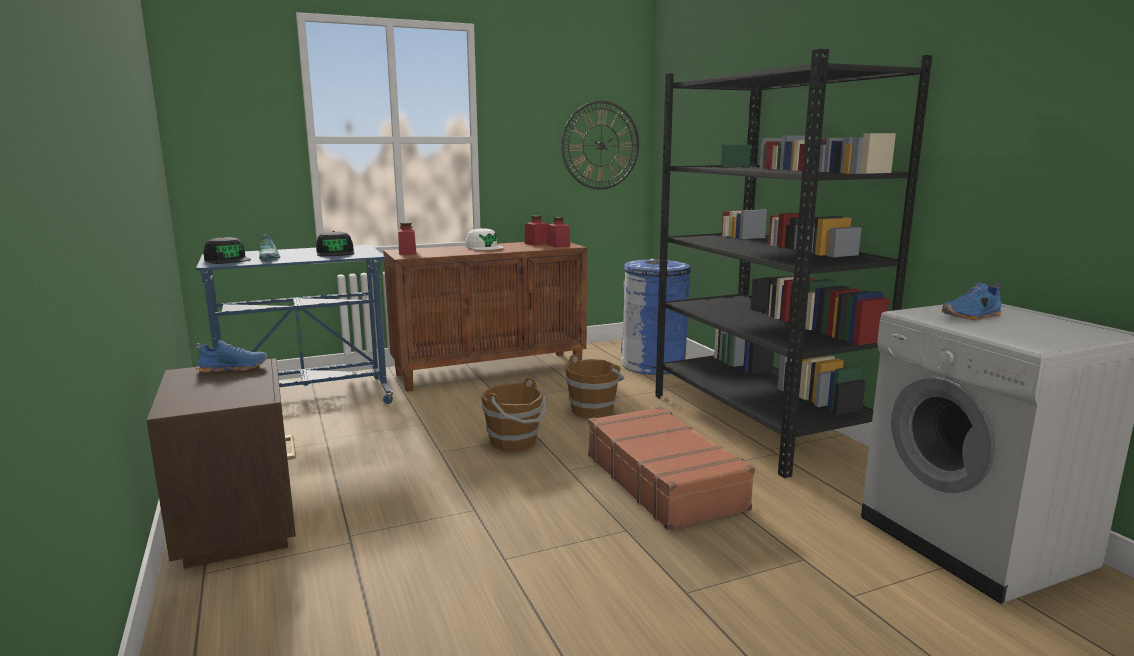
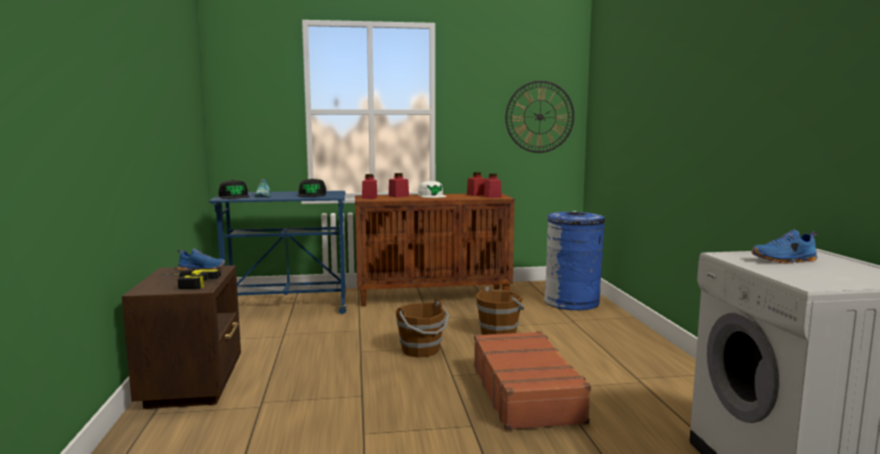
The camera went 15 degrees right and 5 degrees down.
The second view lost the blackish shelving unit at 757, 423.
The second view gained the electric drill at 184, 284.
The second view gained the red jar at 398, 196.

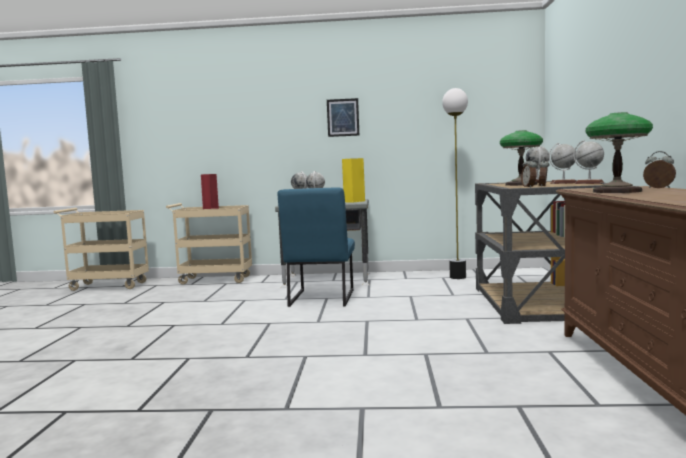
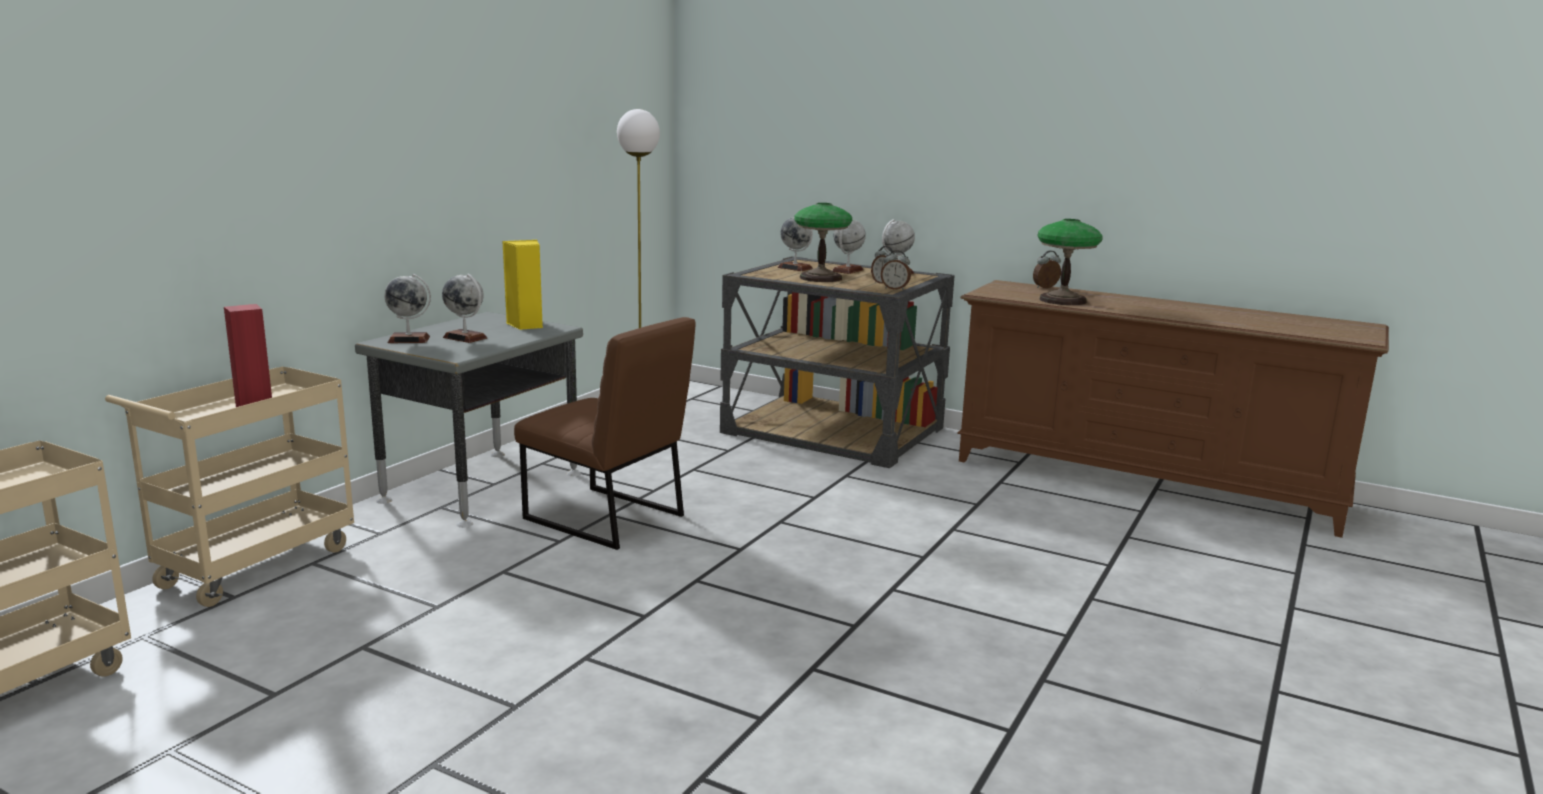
The camera went 65 degrees left and 10 degrees up.
What was the blue upright chair at 321, 298 turned into the brown-coloured upright chair at 607, 518.
The second view lost the picture at 343, 117.

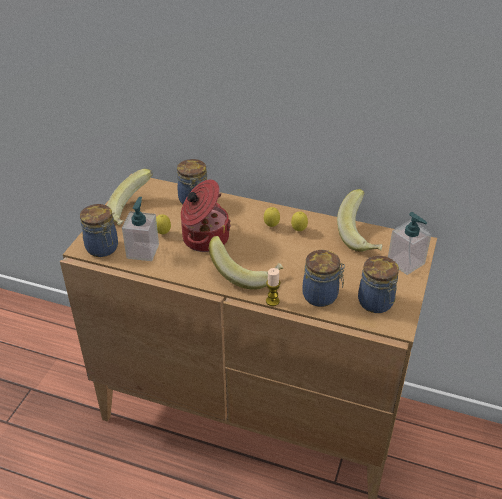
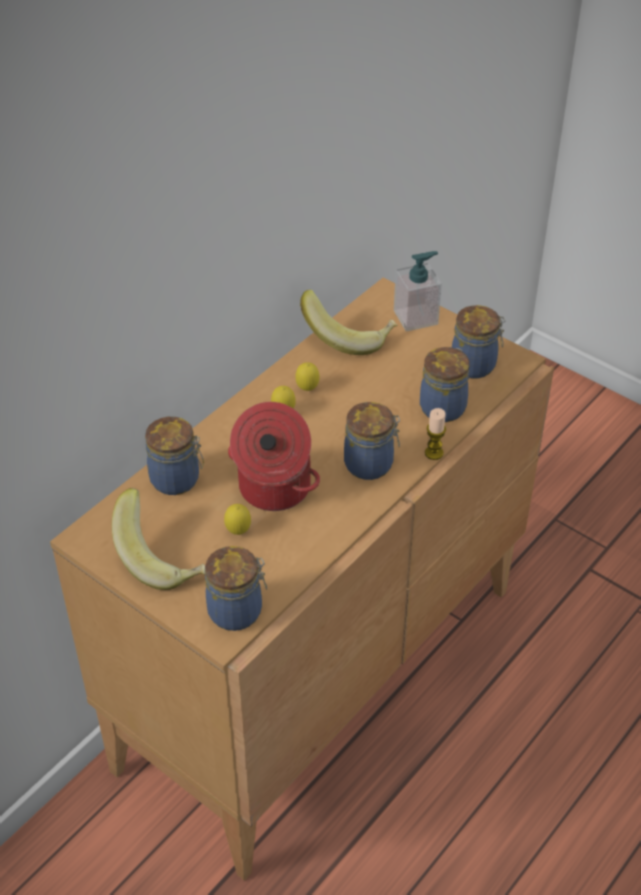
The camera went 70 degrees left and 5 degrees up.
The second view lost the soap dispenser at 143, 251.
Where the whole banana stood at 246, 274, the jar came to stand at 371, 464.

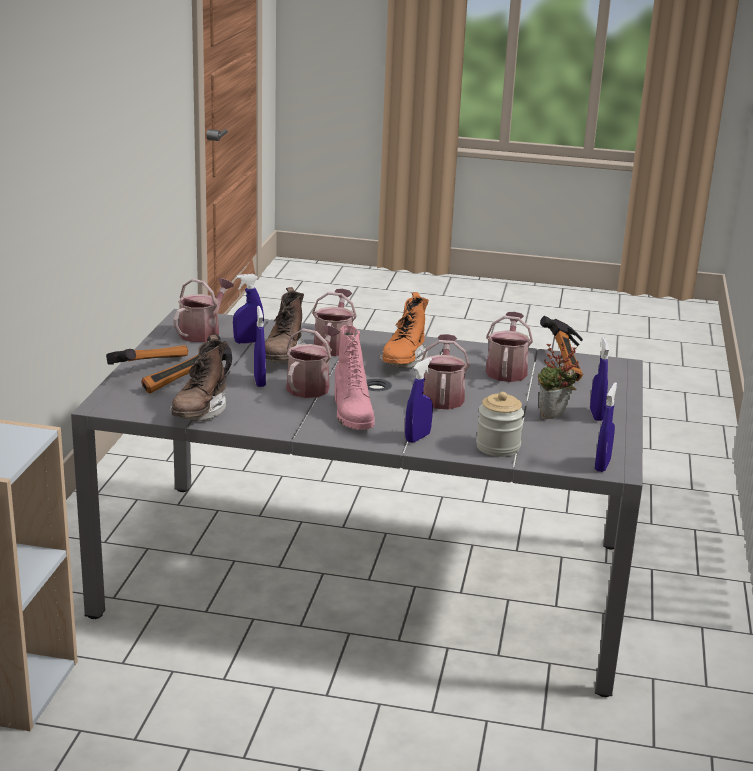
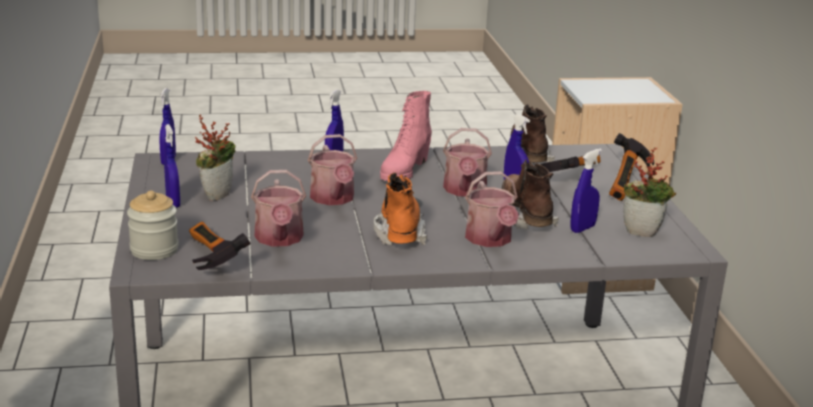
The camera went 160 degrees right and 0 degrees up.
Where the watering can stood at 203, 332, the plant in a pot came to stand at 643, 232.
The pink-coloured high-top boot at 351, 414 ended up facing another way, 120 degrees counterclockwise from before.
The jar ended up elsewhere, having gone from 498, 447 to 154, 250.

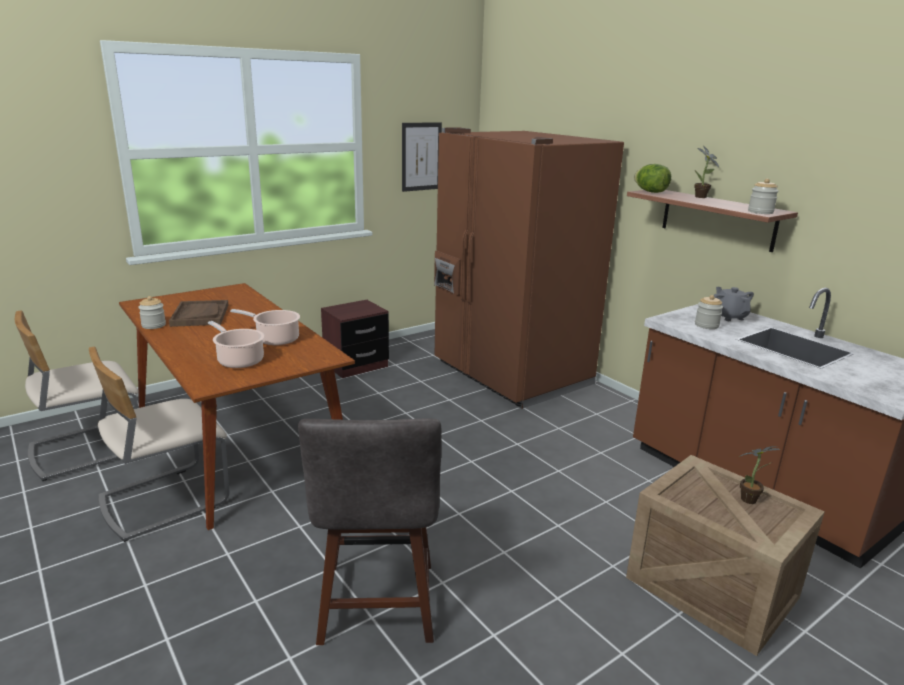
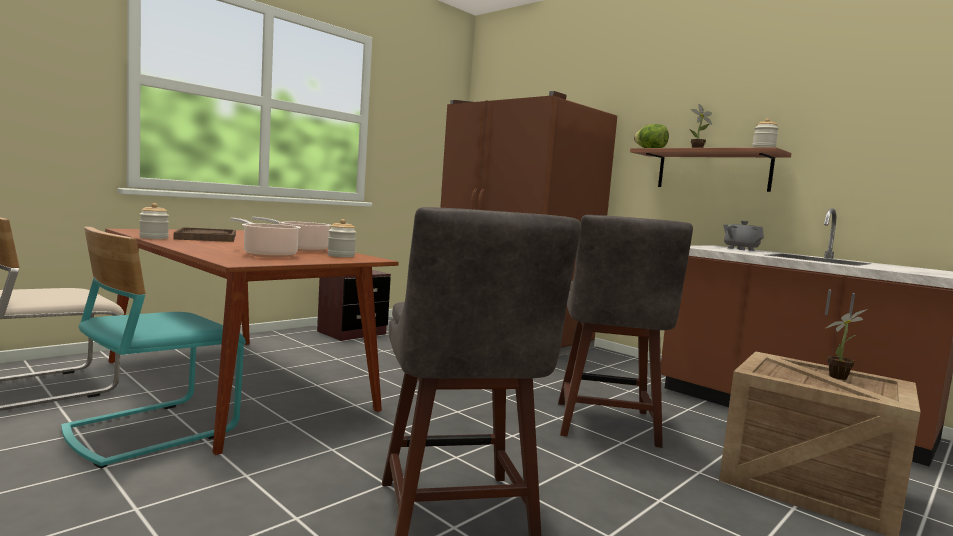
The camera went 10 degrees left and 15 degrees down.
What was the beige-coloured upright chair at 164, 500 turned into the turquoise-coloured upright chair at 151, 430.
The second view lost the picture at 421, 156.
The jar ended up elsewhere, having gone from 706, 325 to 341, 256.
The second view gained the greyish stool at 606, 425.

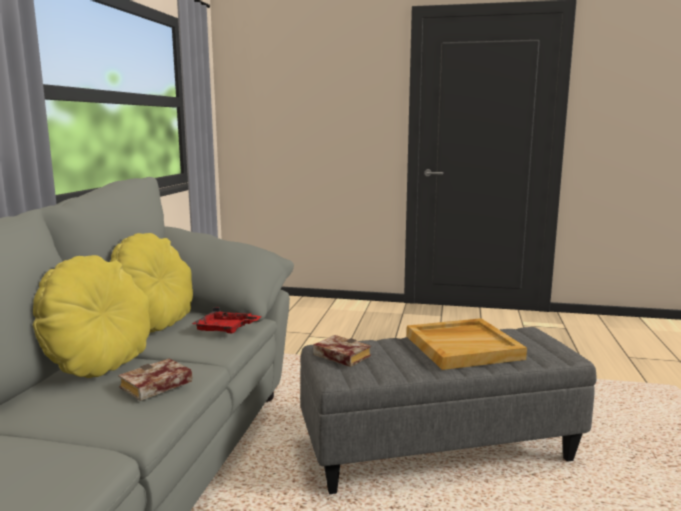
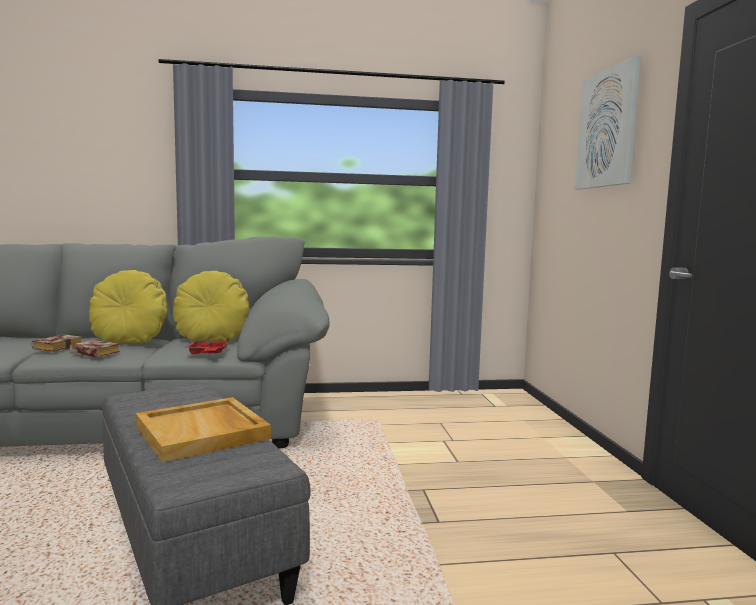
The camera went 70 degrees right and 5 degrees down.
The bound book ended up elsewhere, having gone from 339, 356 to 58, 347.
The second view gained the picture at 607, 129.

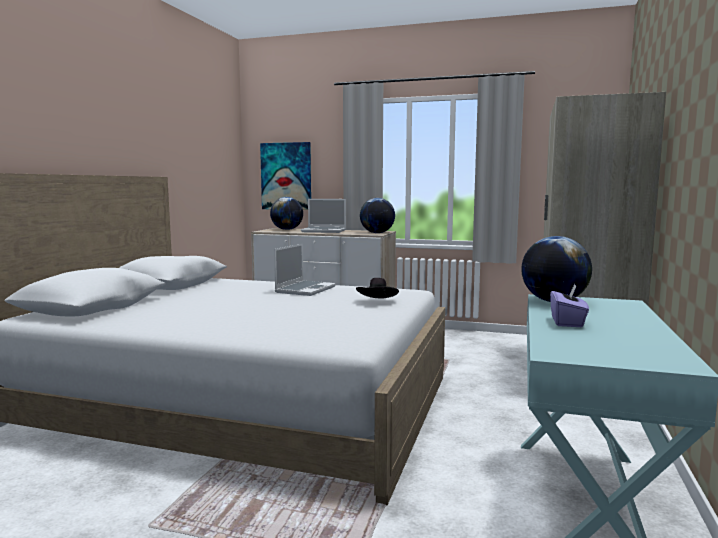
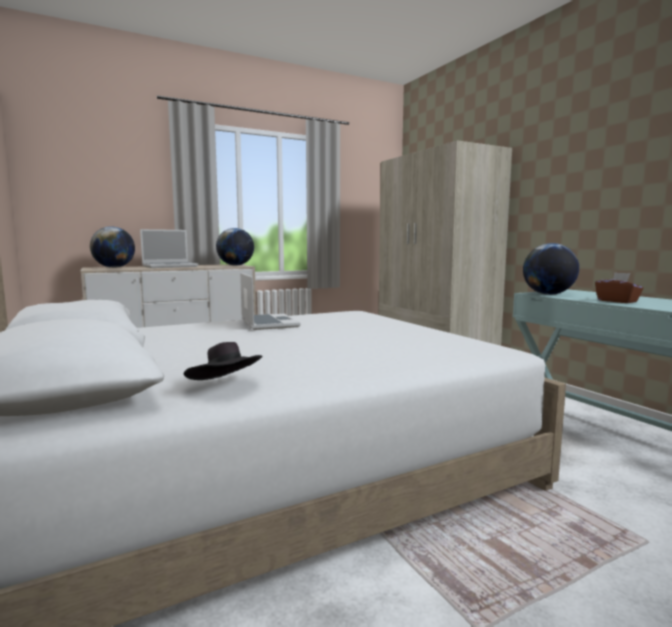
The camera went 45 degrees left and 0 degrees up.
The second view lost the picture at 286, 176.
The blackish clothing hat ended up elsewhere, having gone from 377, 302 to 226, 386.
What was the purplish box of tissues at 567, 322 turned into the brown-coloured box of tissues at 617, 301.

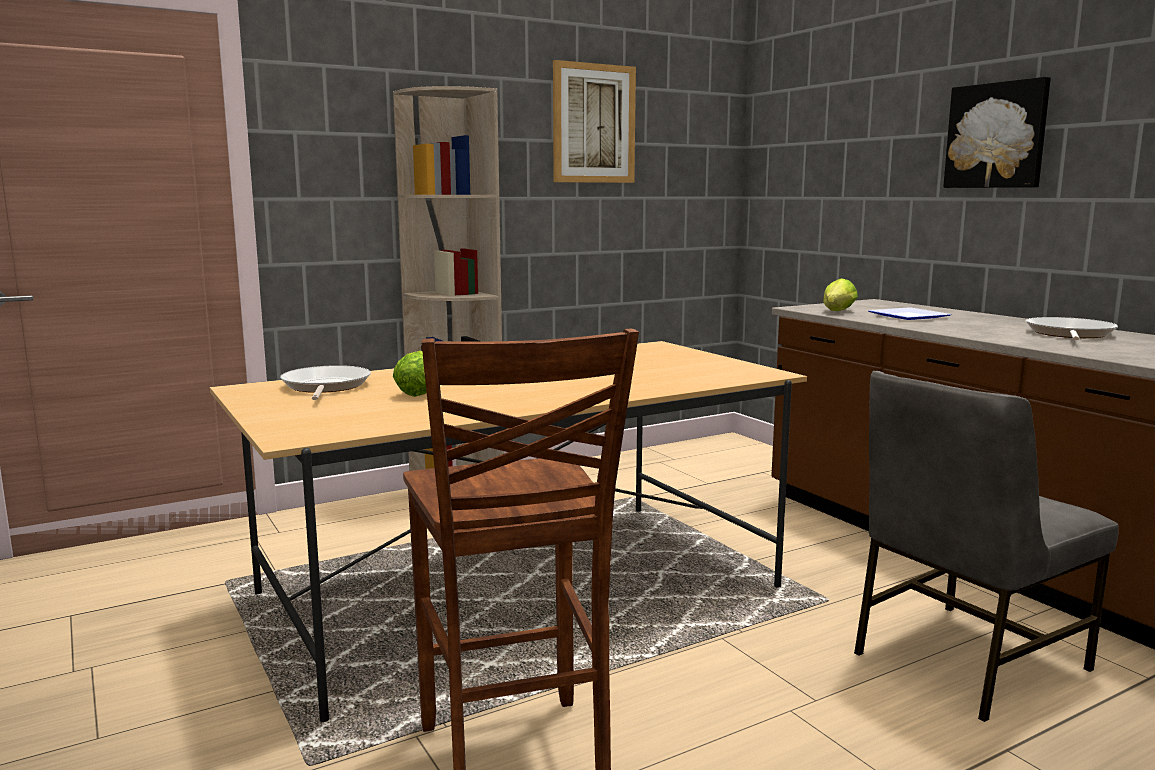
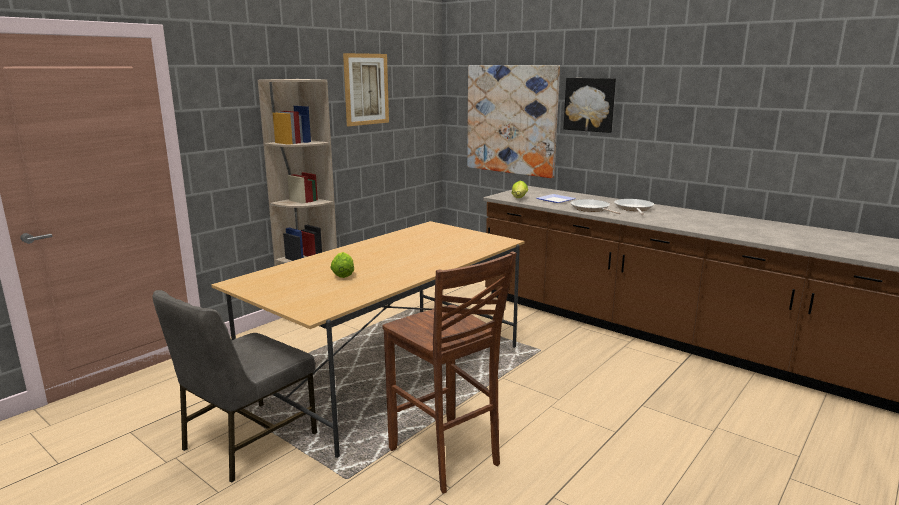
The camera went 20 degrees left and 5 degrees up.
The pan ended up elsewhere, having gone from 325, 387 to 591, 209.
The greyish upright chair ended up elsewhere, having gone from 964, 660 to 247, 441.
The second view gained the picture at 511, 120.

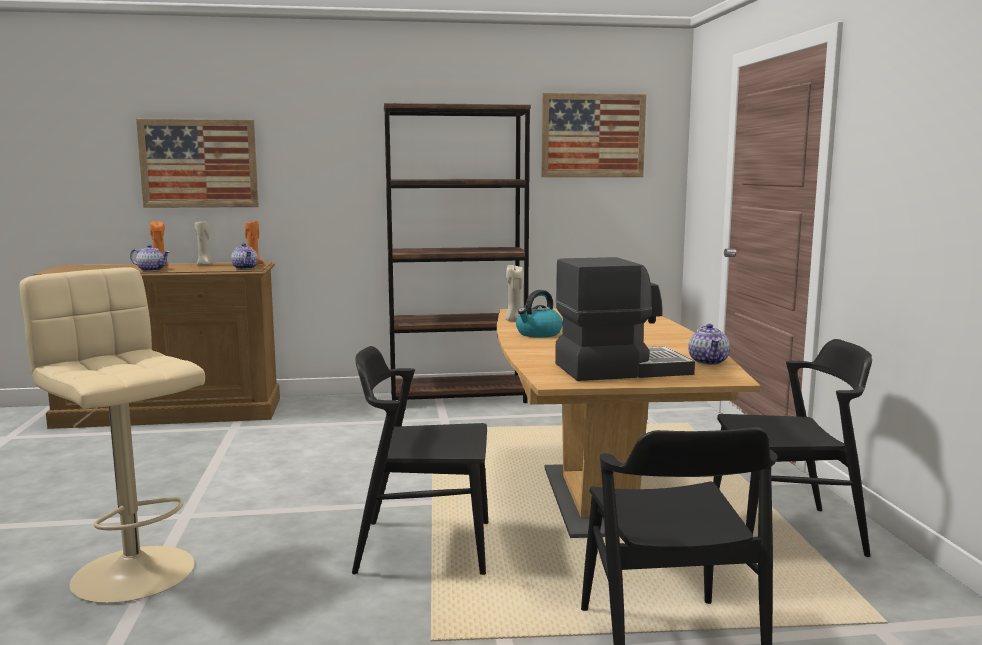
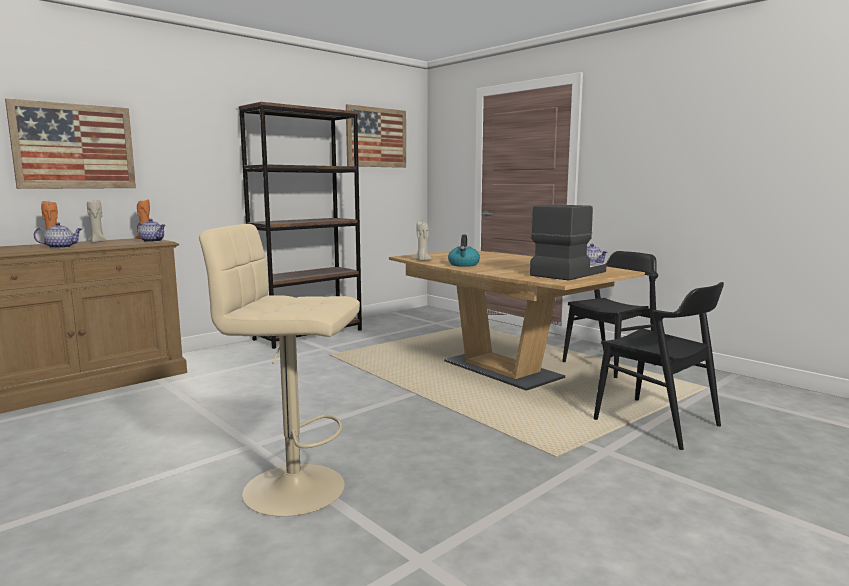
The camera went 35 degrees left and 0 degrees up.
The second view lost the blackish upright chair at 423, 547.

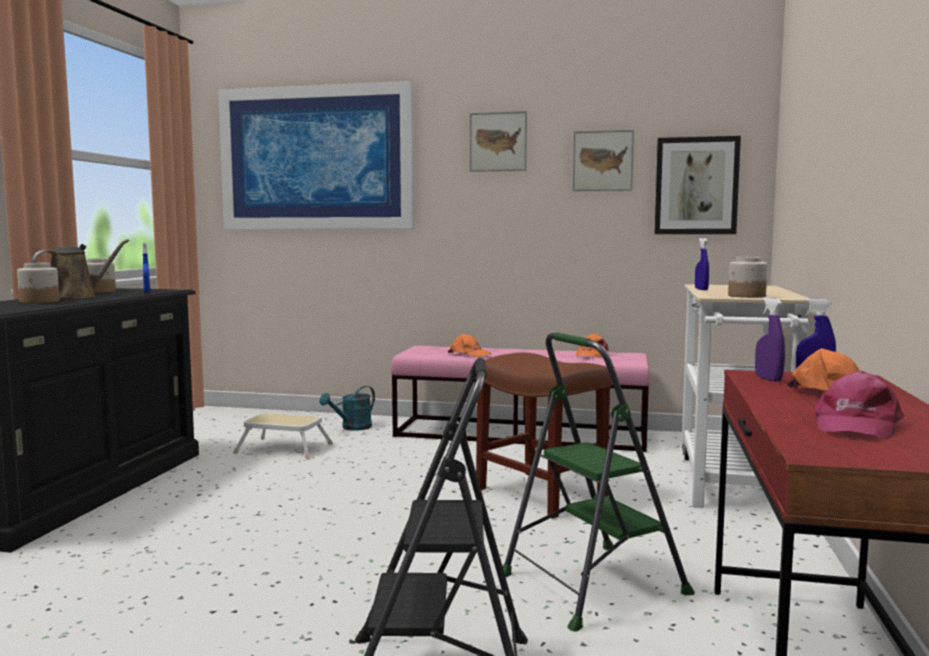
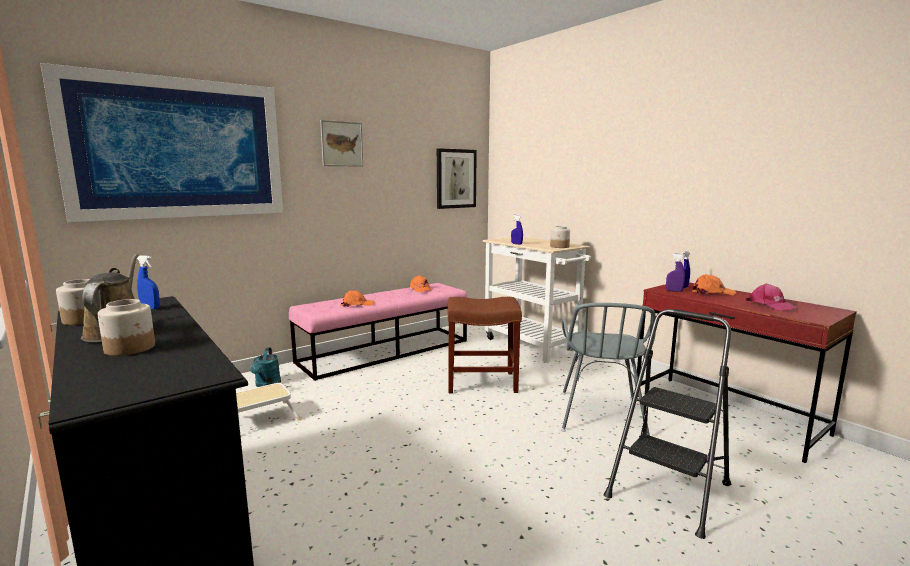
The camera went 50 degrees left and 5 degrees up.
Where the green step ladder stood at 589, 584, the greyish upright chair came to stand at 601, 416.
The second view lost the picture at 602, 160.

